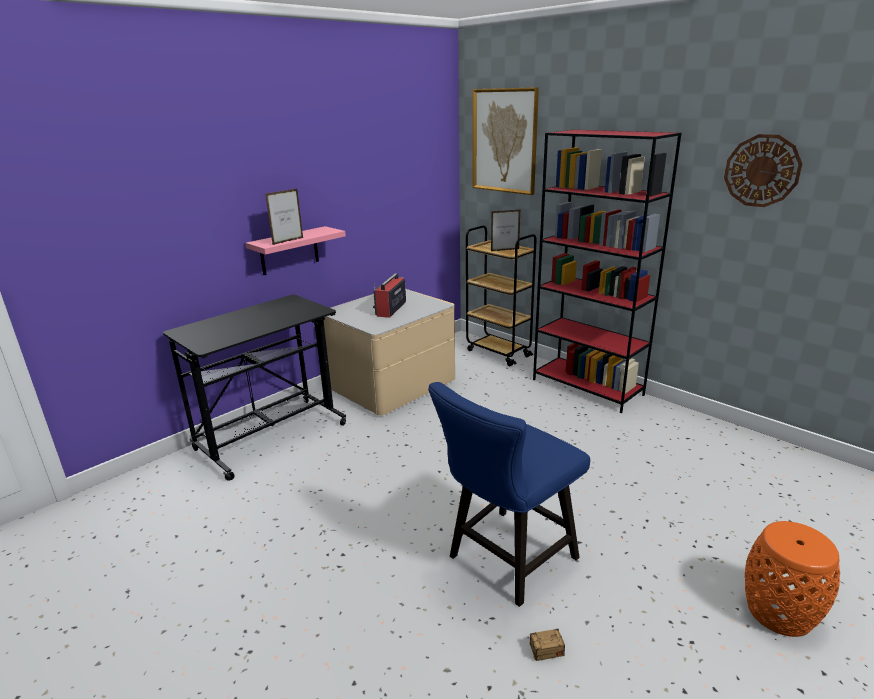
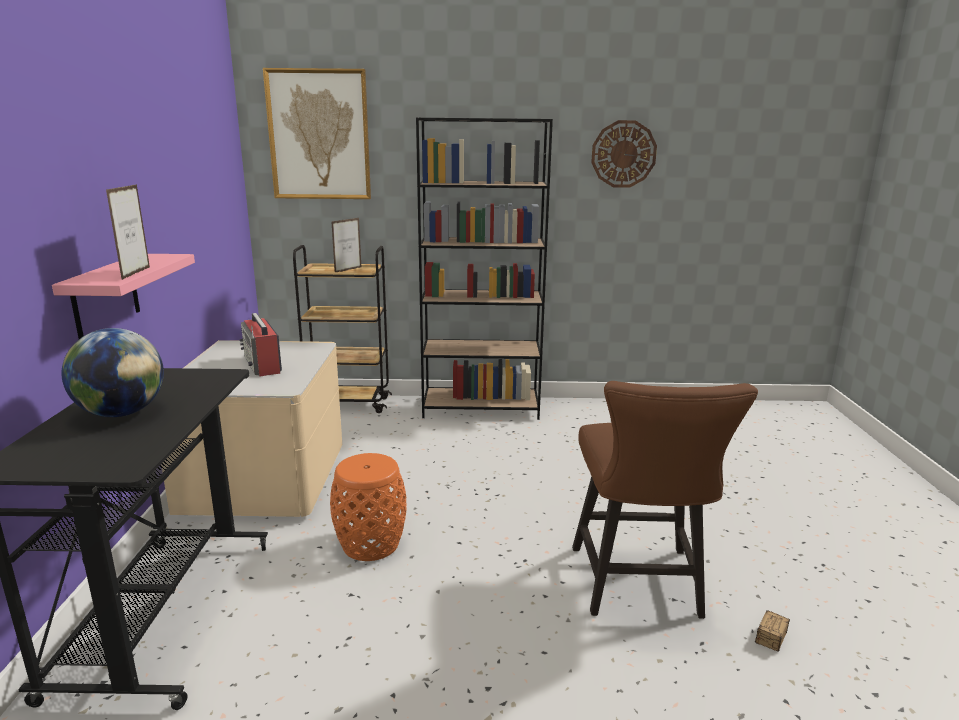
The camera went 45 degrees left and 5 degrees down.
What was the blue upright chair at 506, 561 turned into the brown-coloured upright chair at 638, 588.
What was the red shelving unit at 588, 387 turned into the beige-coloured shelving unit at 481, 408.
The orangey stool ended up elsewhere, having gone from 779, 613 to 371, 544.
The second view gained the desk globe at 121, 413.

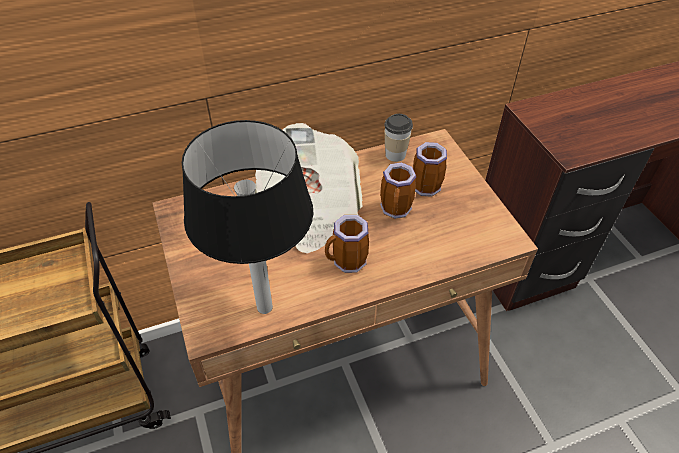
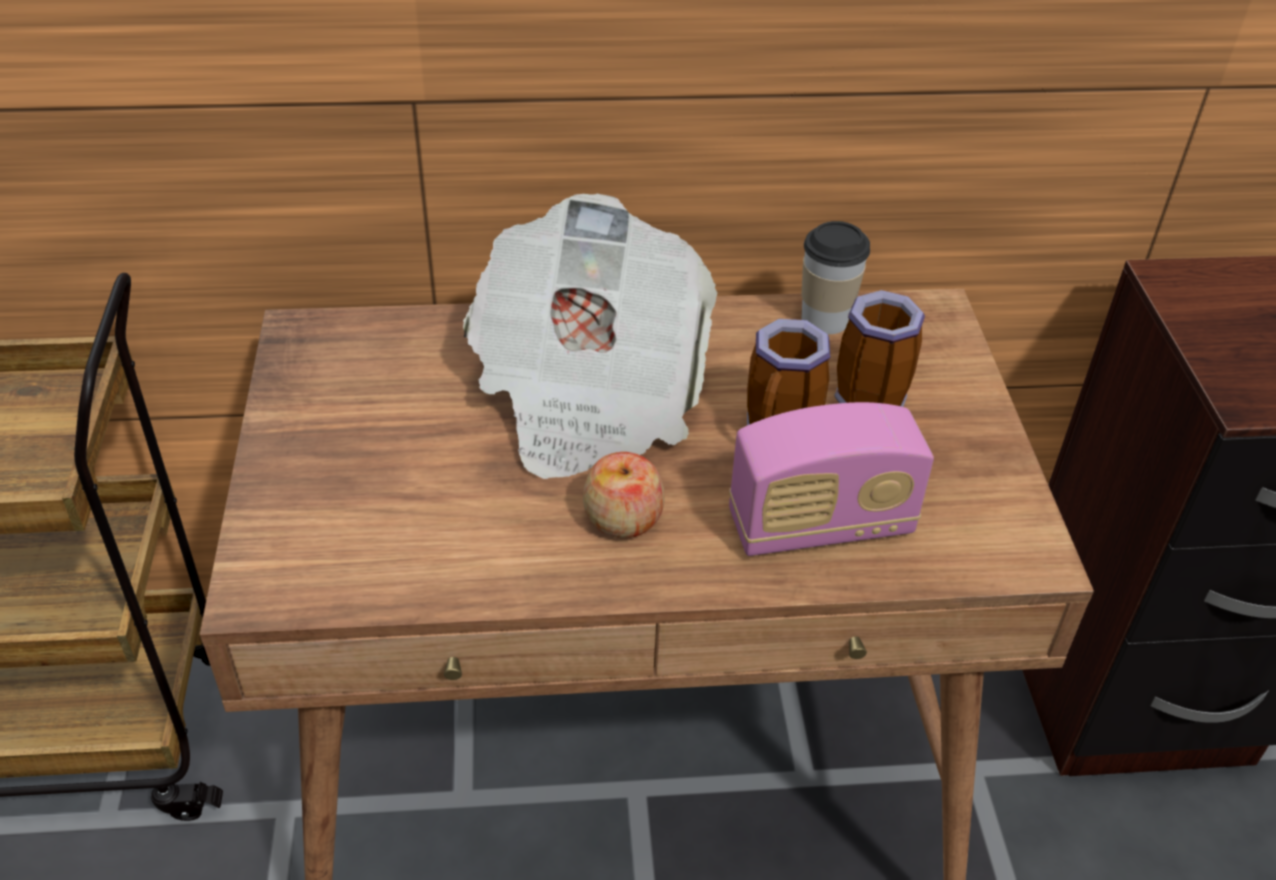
The camera went 15 degrees right and 5 degrees down.
The second view lost the tabletop lamp at 263, 307.
Where the mug stood at 347, 263, the apple came to stand at 623, 518.
The second view gained the radio set at 820, 525.

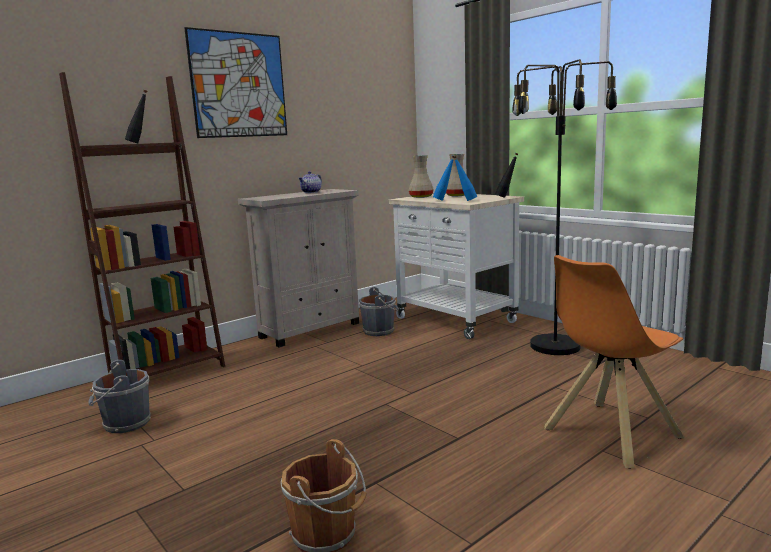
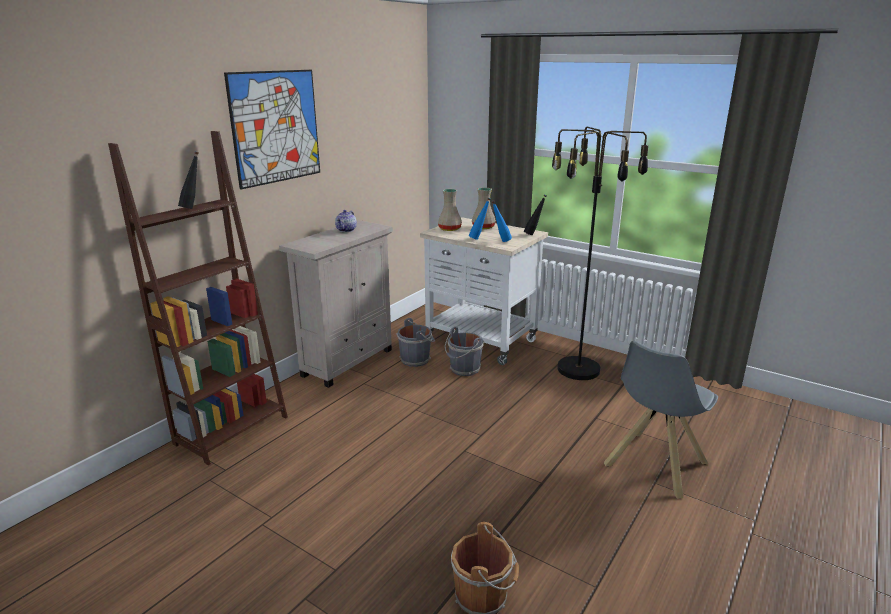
The camera went 15 degrees left and 10 degrees up.
The greyish water bucket ended up elsewhere, having gone from 125, 424 to 464, 369.
What was the orangey upright chair at 608, 433 turned into the greyish upright chair at 653, 465.

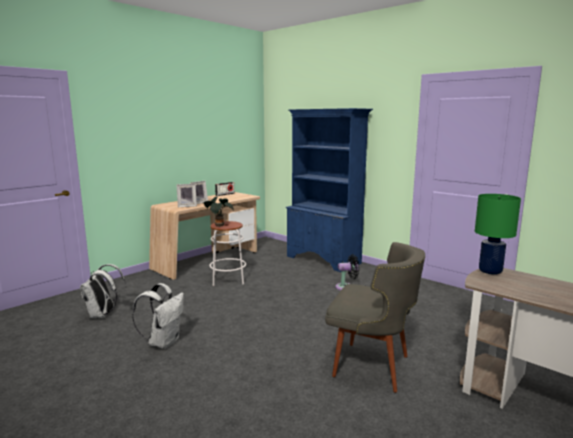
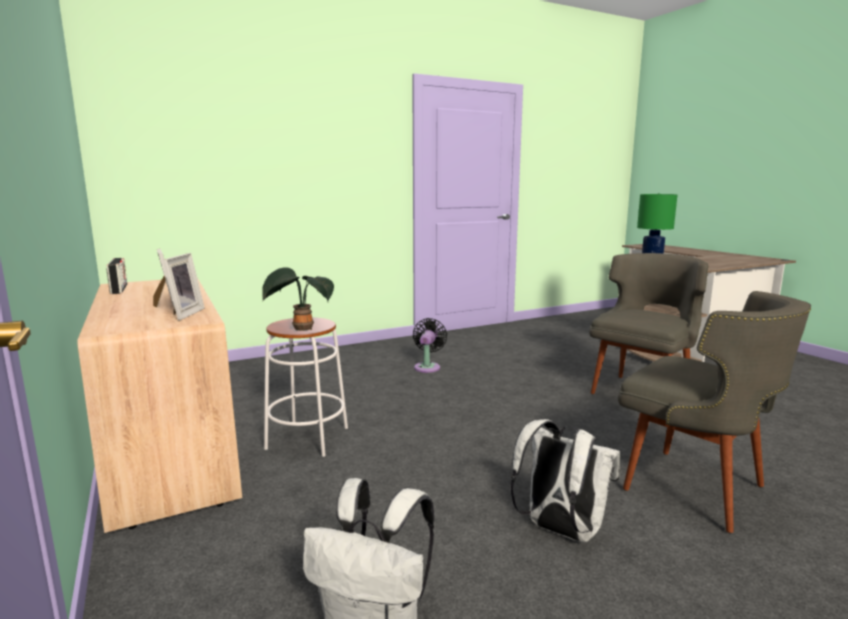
The camera went 70 degrees left and 0 degrees up.
The second view lost the blue shelving unit at 323, 259.
The second view gained the greyish upright chair at 692, 488.

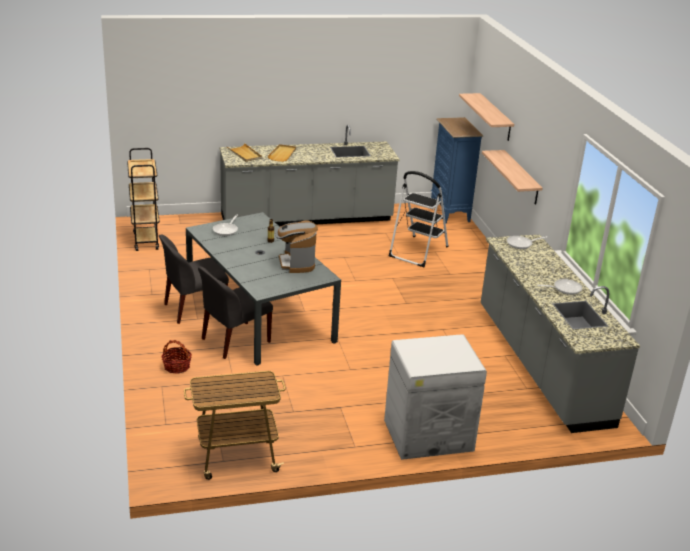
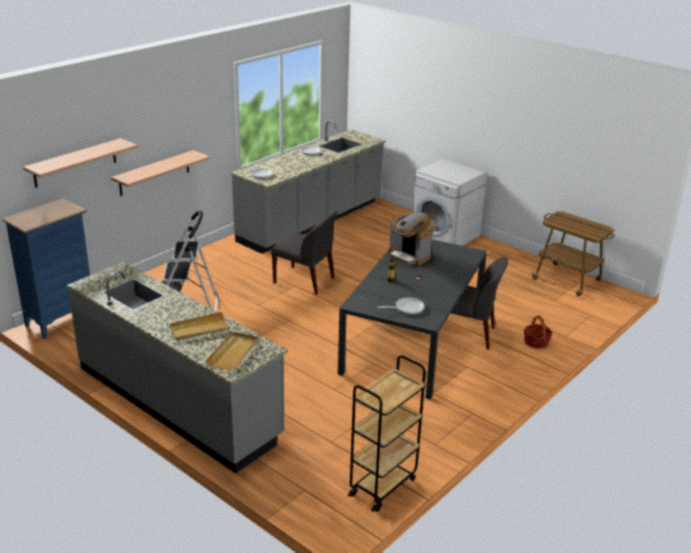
The camera went 125 degrees left and 0 degrees up.
The greyish upright chair ended up elsewhere, having gone from 193, 309 to 305, 281.
The coffee brewer at 296, 263 ended up facing another way, 90 degrees clockwise from before.

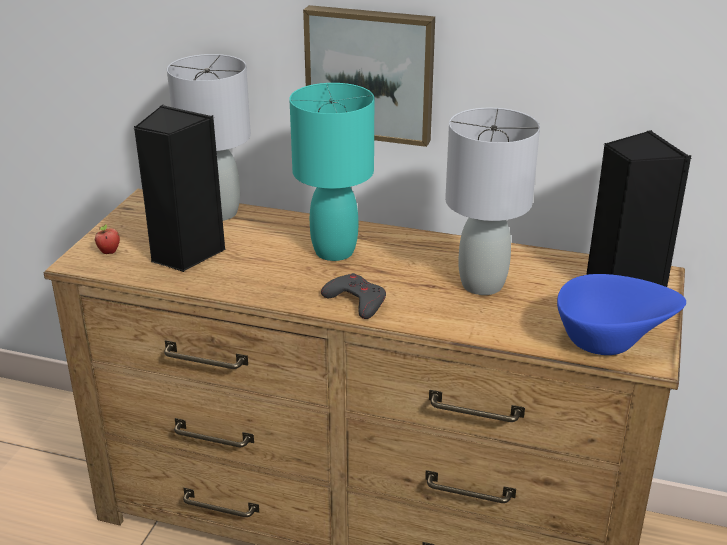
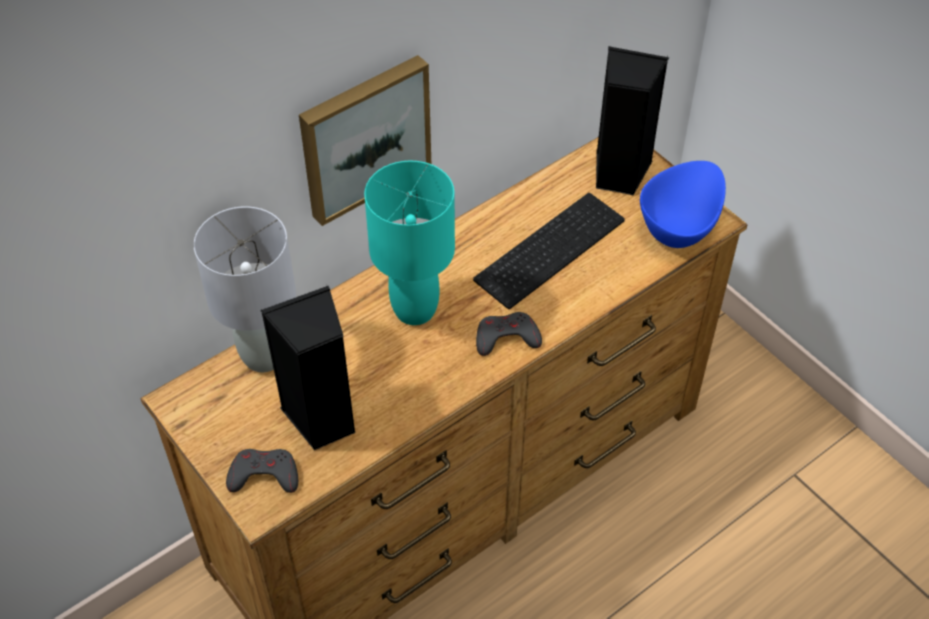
The camera went 55 degrees left and 20 degrees up.
Where the apple stood at 109, 252, the greyish joypad came to stand at 264, 475.
Where the greyish tabletop lamp stood at 483, 284, the keyboard came to stand at 549, 247.

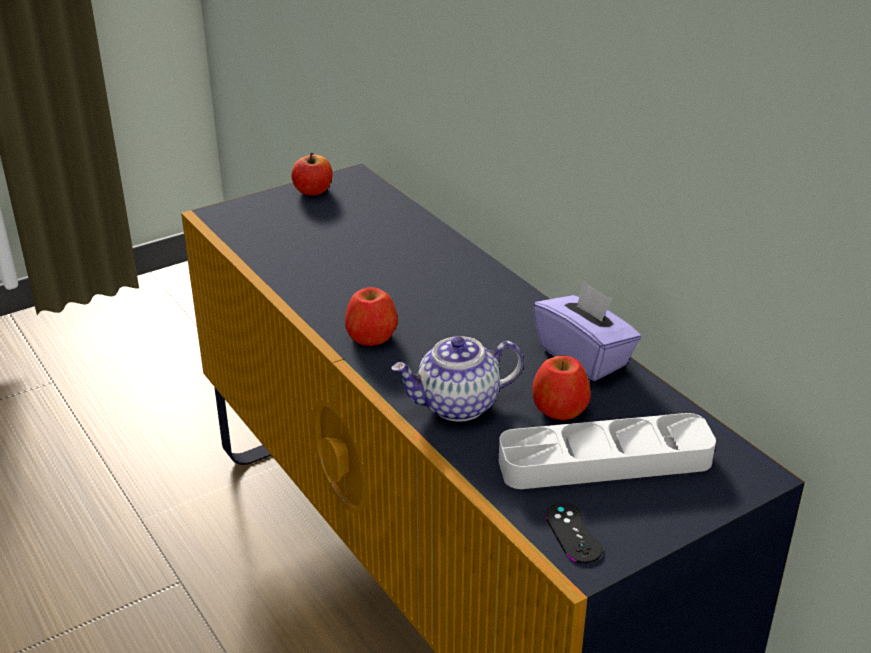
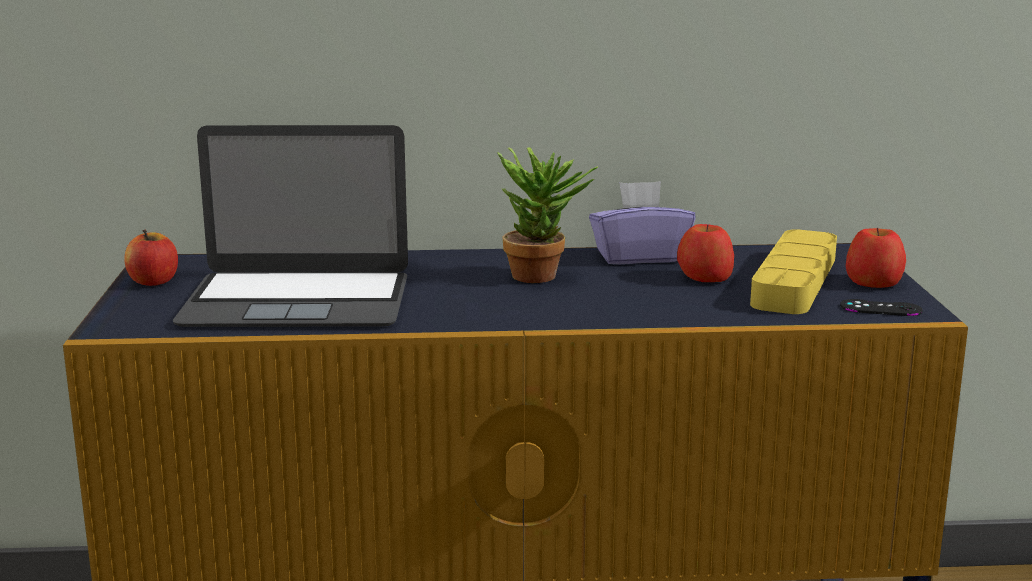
The camera went 60 degrees left and 15 degrees down.
The apple ended up elsewhere, having gone from 371, 336 to 874, 282.
The second view lost the tea pot at 457, 405.
What was the greyish serving tray at 605, 461 turned into the yellowish serving tray at 794, 281.
The second view gained the laptop at 297, 300.
The second view gained the plant in a pot at 543, 276.

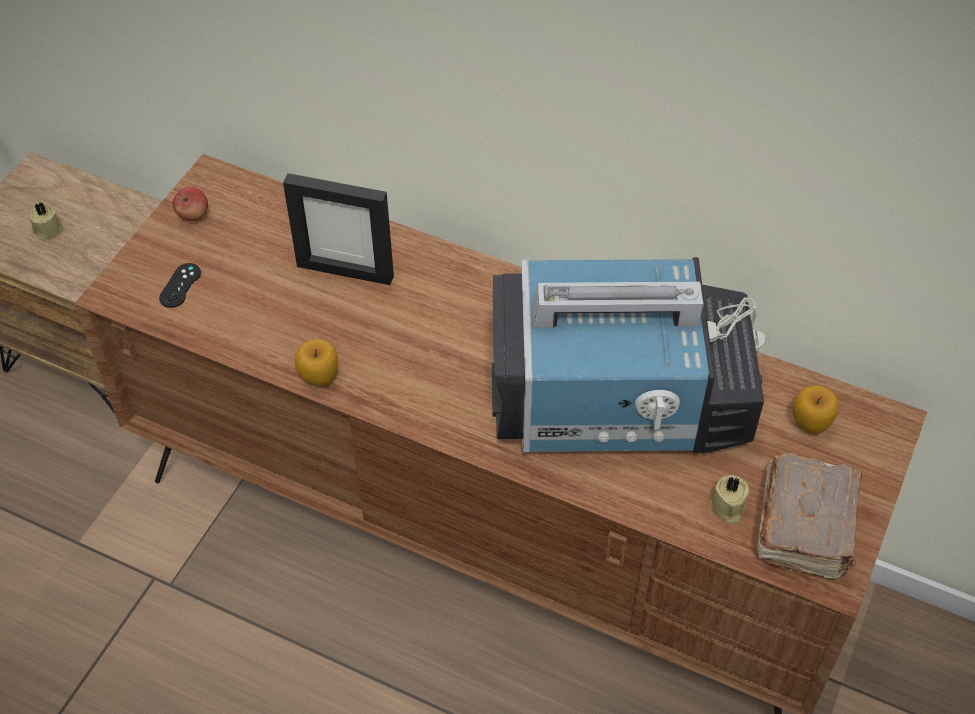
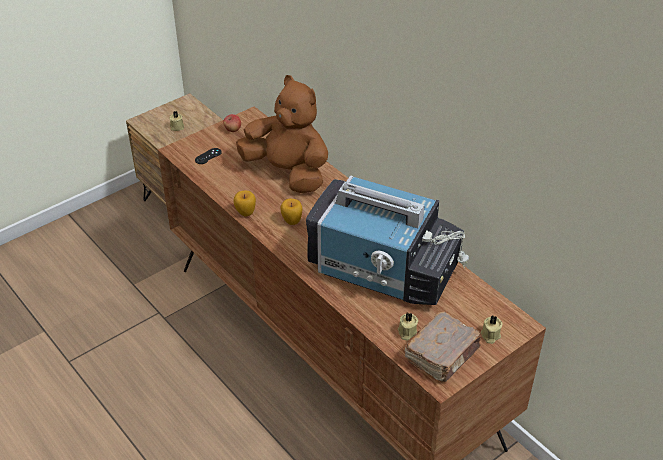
The camera went 25 degrees right and 10 degrees down.
Where the photo frame stood at 346, 269, the brown-coloured soft toy came to stand at 288, 172.
The apple ended up elsewhere, having gone from 810, 425 to 292, 221.
The second view gained the beige-coloured wax candle at 490, 336.

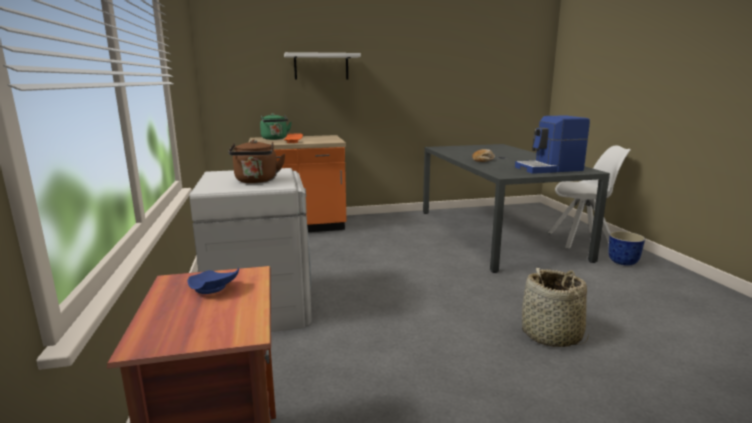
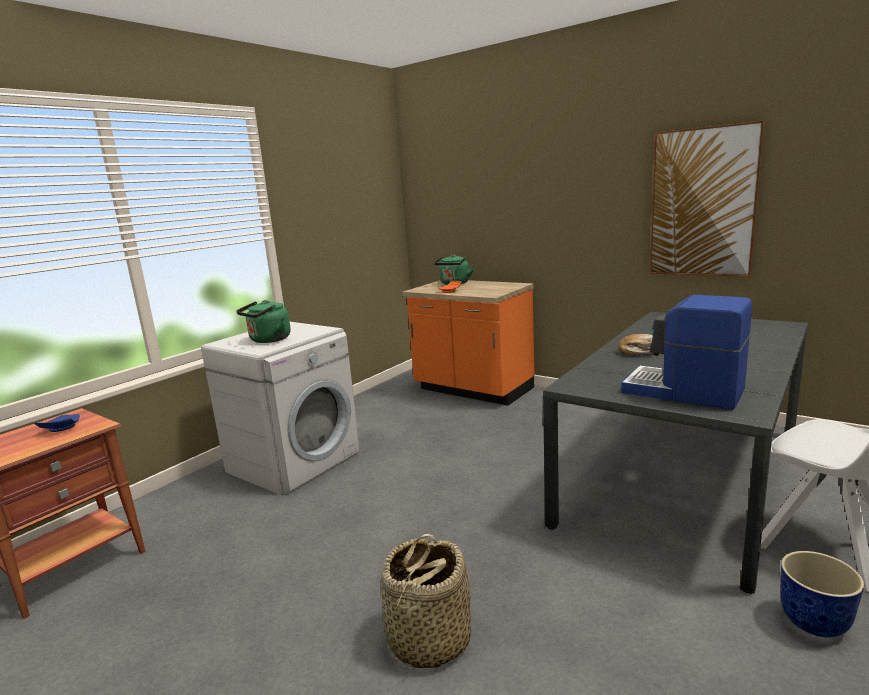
The camera went 50 degrees right and 0 degrees up.
What was the brown-coloured tea kettle at 256, 181 turned into the green tea kettle at 268, 340.
The second view lost the whitish shelf at 321, 66.
The second view gained the picture at 703, 203.

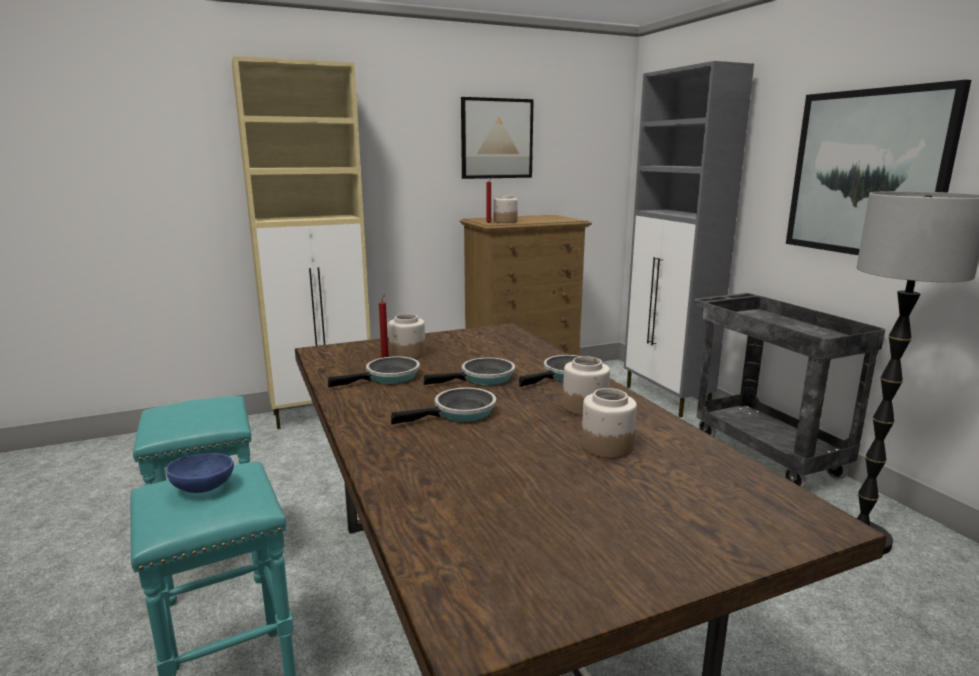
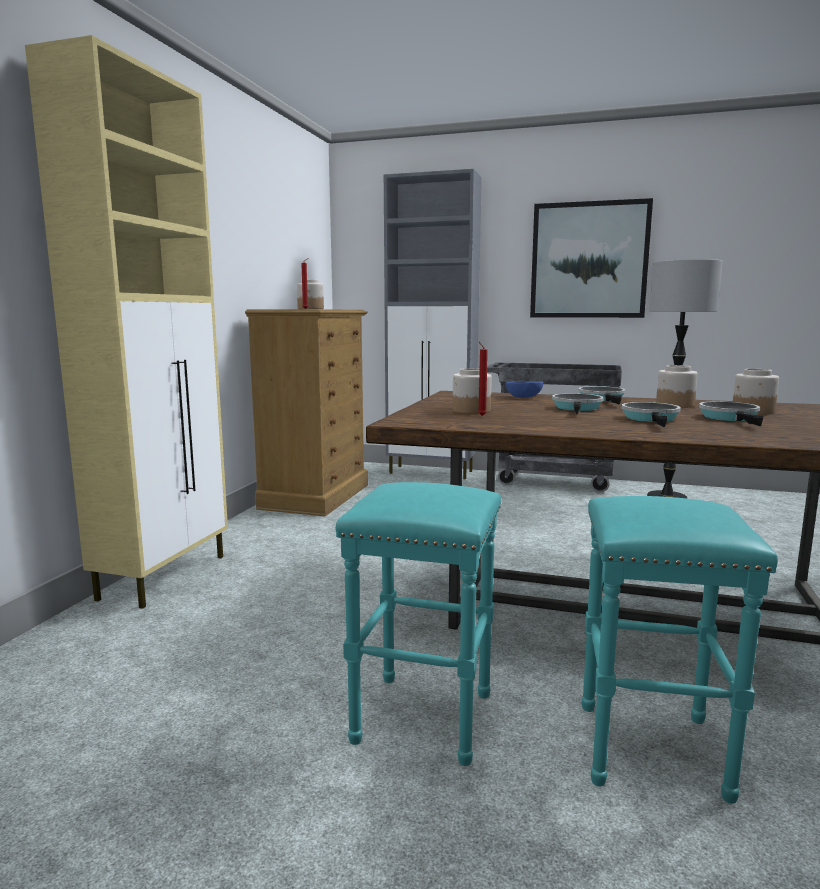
The camera went 50 degrees left and 5 degrees down.
The blue bowl ended up elsewhere, having gone from 203, 486 to 522, 397.
The pan ended up elsewhere, having gone from 388, 377 to 731, 418.
The second view lost the picture at 496, 138.

